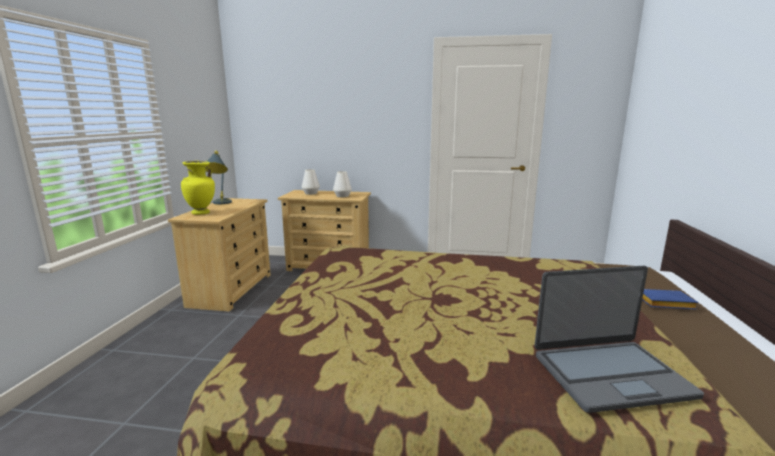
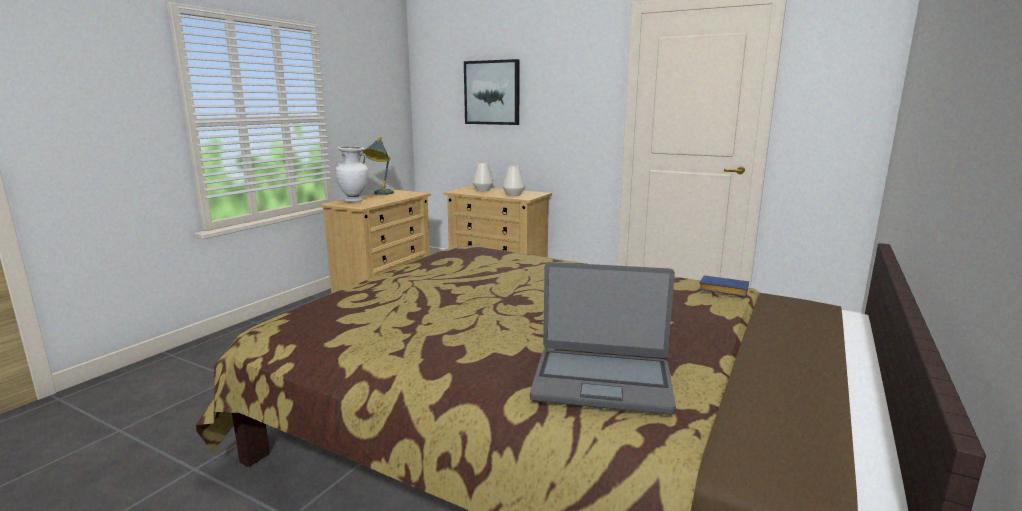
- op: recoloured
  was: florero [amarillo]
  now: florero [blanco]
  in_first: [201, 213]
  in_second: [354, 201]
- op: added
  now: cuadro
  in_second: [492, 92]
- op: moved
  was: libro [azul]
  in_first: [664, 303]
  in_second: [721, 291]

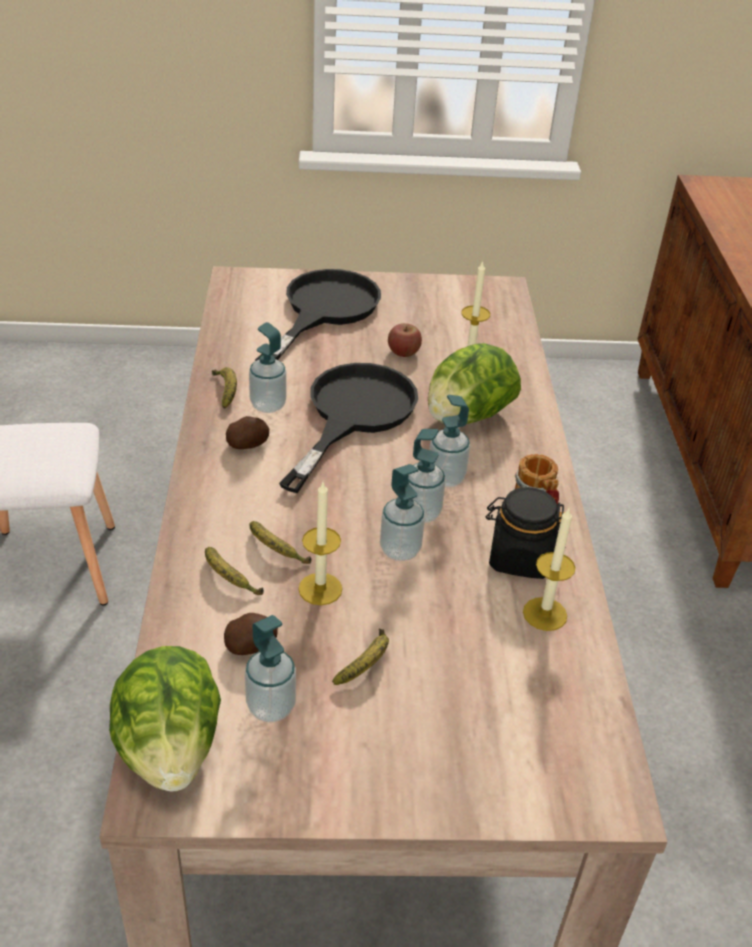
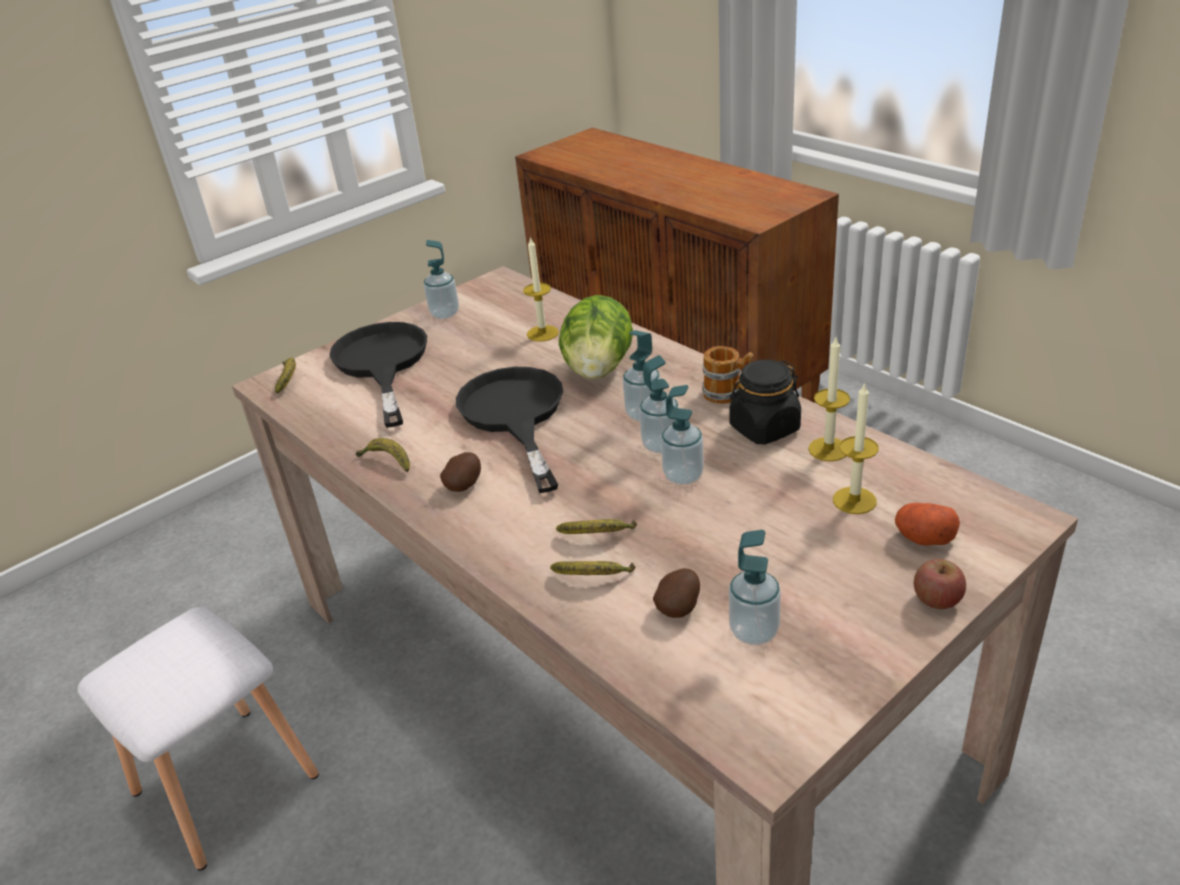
- op: moved
  was: plátano
  in_first: [366, 664]
  in_second: [288, 380]
- op: moved
  was: dispensador de jabón
  in_first: [268, 405]
  in_second: [445, 313]
- op: moved
  was: vela
  in_first: [320, 589]
  in_second: [854, 500]
- op: added
  now: patata
  in_second: [923, 538]
- op: moved
  was: manzana
  in_first: [403, 352]
  in_second: [937, 599]
- op: removed
  was: lechuga
  in_first: [170, 748]

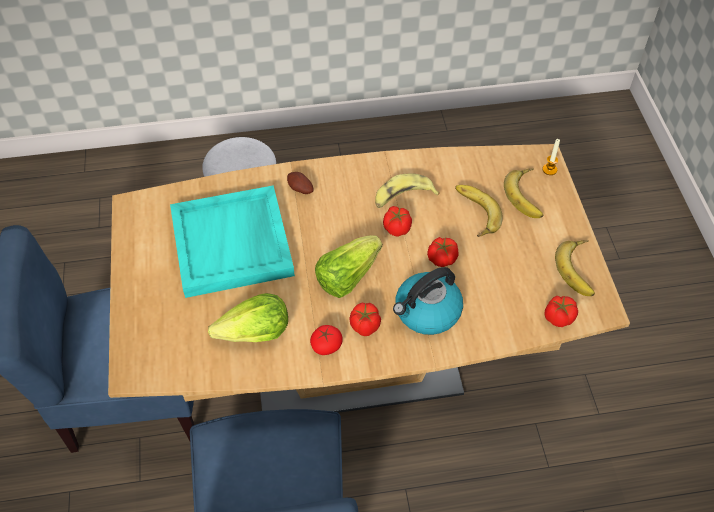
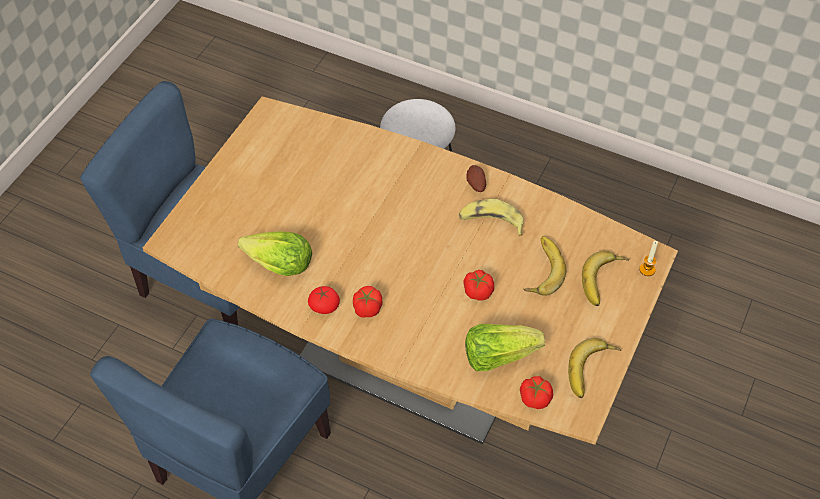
- op: moved
  was: lechuga
  in_first: [347, 276]
  in_second: [498, 355]
- op: moved
  was: patata
  in_first: [300, 189]
  in_second: [475, 184]
- op: removed
  was: bandeja [turquesa]
  in_first: [233, 244]
- op: removed
  was: tomate
  in_first: [397, 228]
- op: removed
  was: hervidor
  in_first: [427, 312]

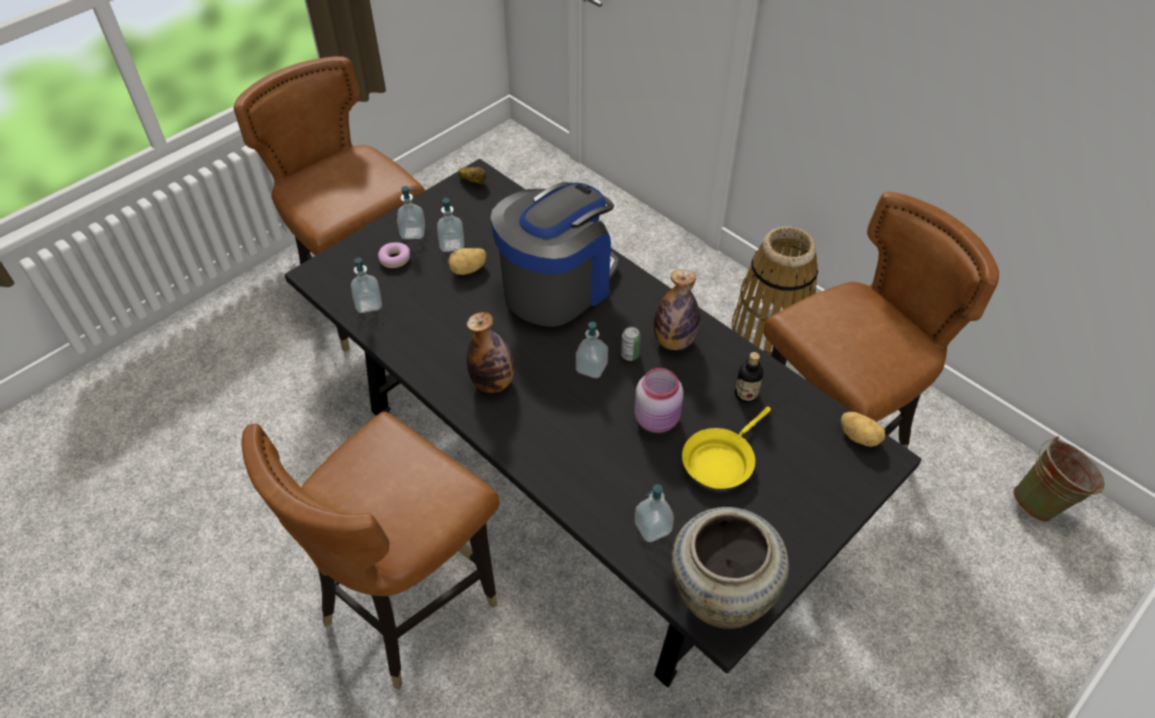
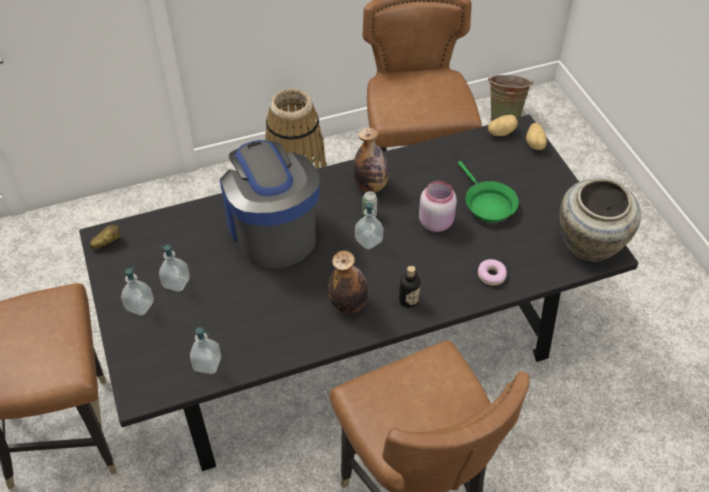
- op: moved
  was: botella
  in_first: [746, 394]
  in_second: [408, 300]
- op: recoloured
  was: sartén [amarillo]
  now: sartén [verde]
  in_first: [720, 461]
  in_second: [487, 204]
- op: moved
  was: rosquilla
  in_first: [395, 259]
  in_second: [491, 275]
- op: moved
  was: patata
  in_first: [468, 270]
  in_second: [535, 144]
- op: removed
  was: dispensador de jabón
  in_first: [652, 528]

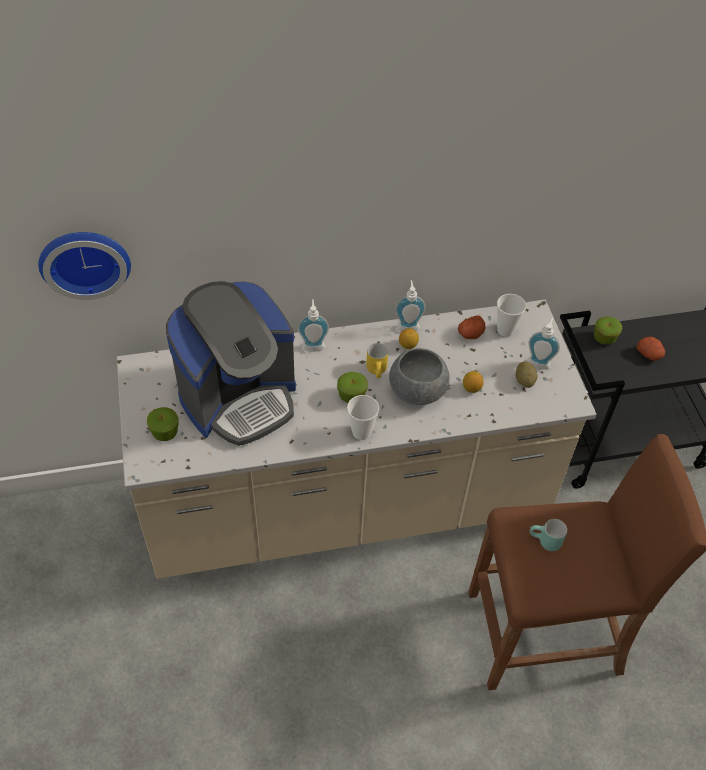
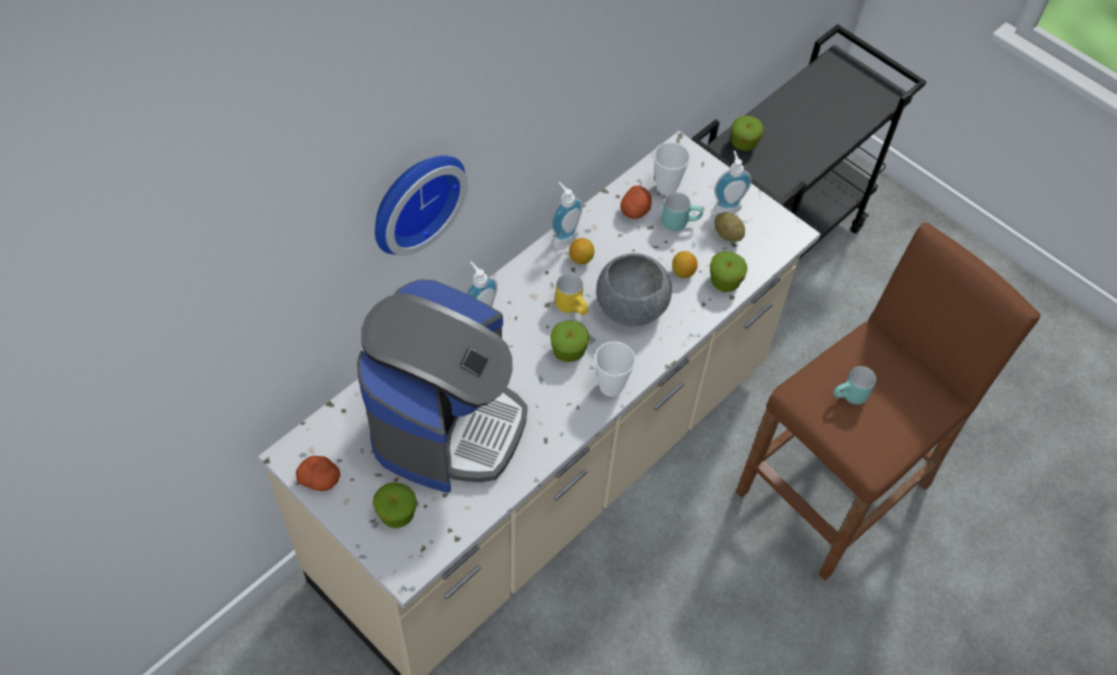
- op: moved
  was: patata
  in_first: [649, 354]
  in_second: [320, 479]
- op: moved
  was: reloj de pared
  in_first: [85, 260]
  in_second: [413, 199]
- op: added
  now: taza grande [turquesa]
  in_second: [680, 221]
- op: added
  now: manzana
  in_second: [725, 281]

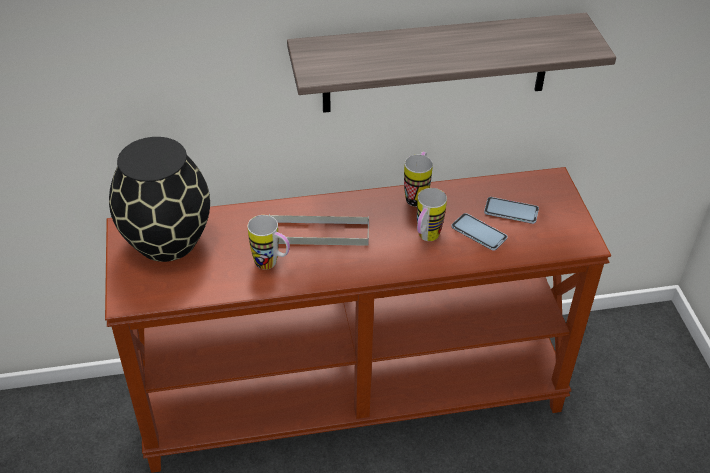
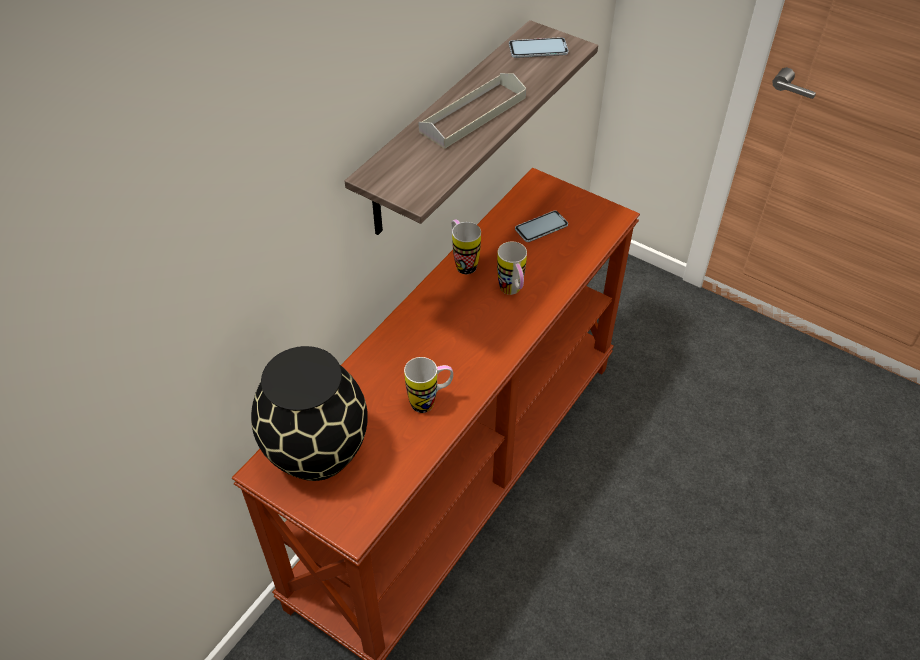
- op: moved
  was: bandeja [gris]
  in_first: [318, 233]
  in_second: [473, 114]
- op: moved
  was: móvil
  in_first: [479, 232]
  in_second: [538, 49]

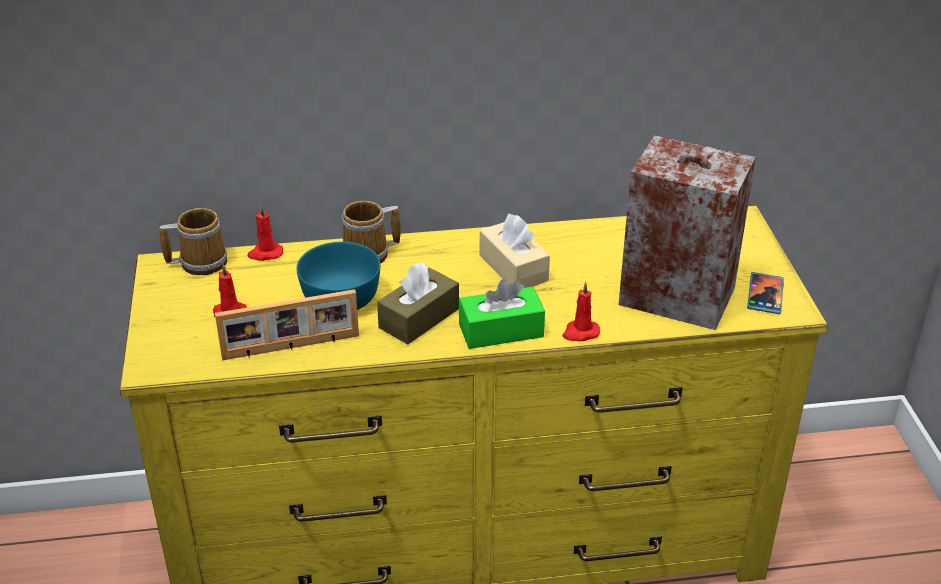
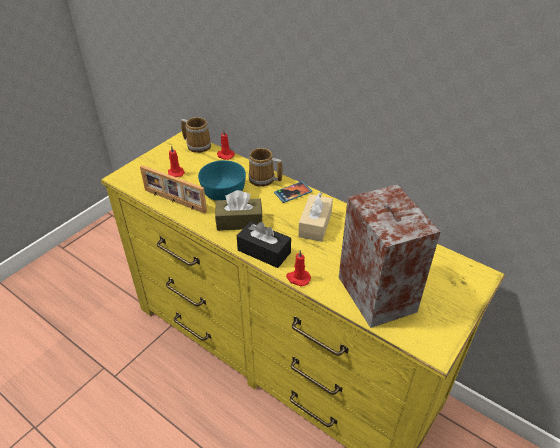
- op: recoloured
  was: caja de pañuelos [verde]
  now: caja de pañuelos [negro]
  in_first: [501, 330]
  in_second: [264, 251]
- op: moved
  was: móvil
  in_first: [765, 295]
  in_second: [293, 193]

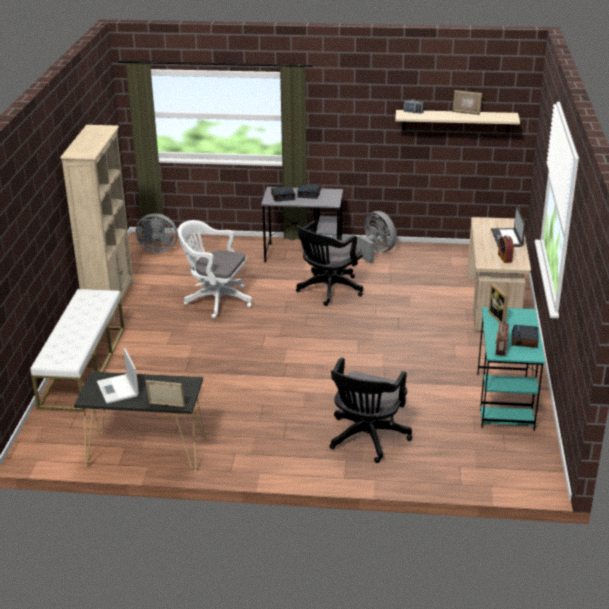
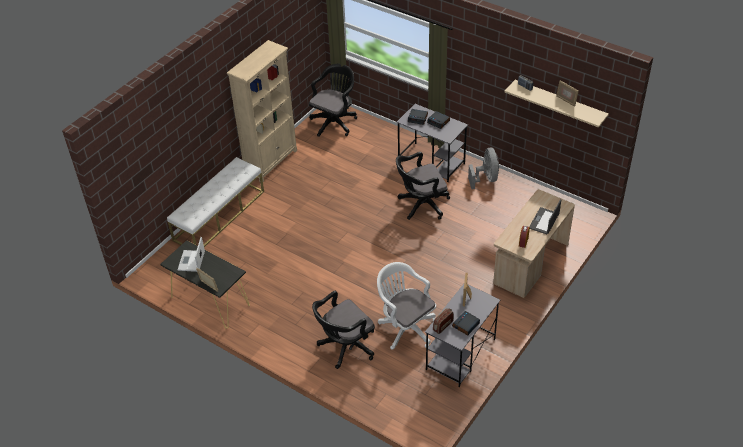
- op: replaced
  was: ventilador [gris]
  now: silla de oficina [negro]
  in_first: [157, 249]
  in_second: [335, 122]
- op: moved
  was: silla de oficina [blanco]
  in_first: [215, 300]
  in_second: [405, 327]
- op: recoloured
  was: escritorio [turquesa]
  now: escritorio [gris]
  in_first: [505, 401]
  in_second: [460, 354]

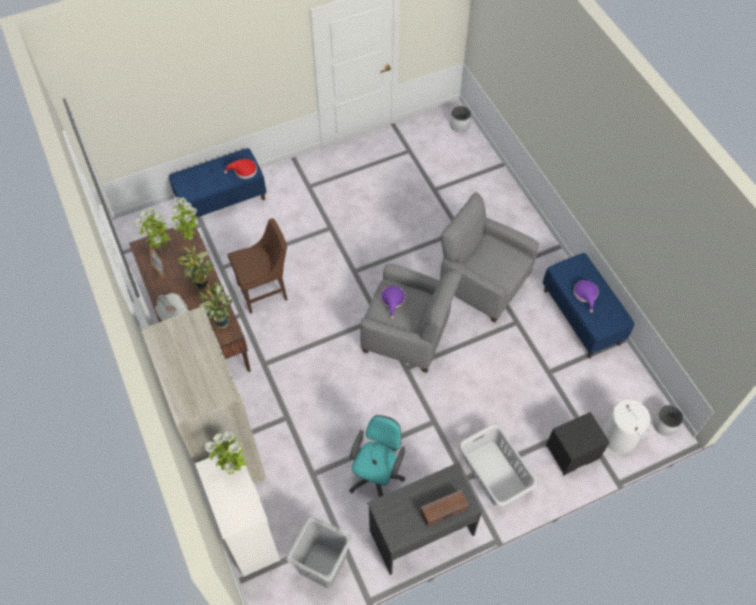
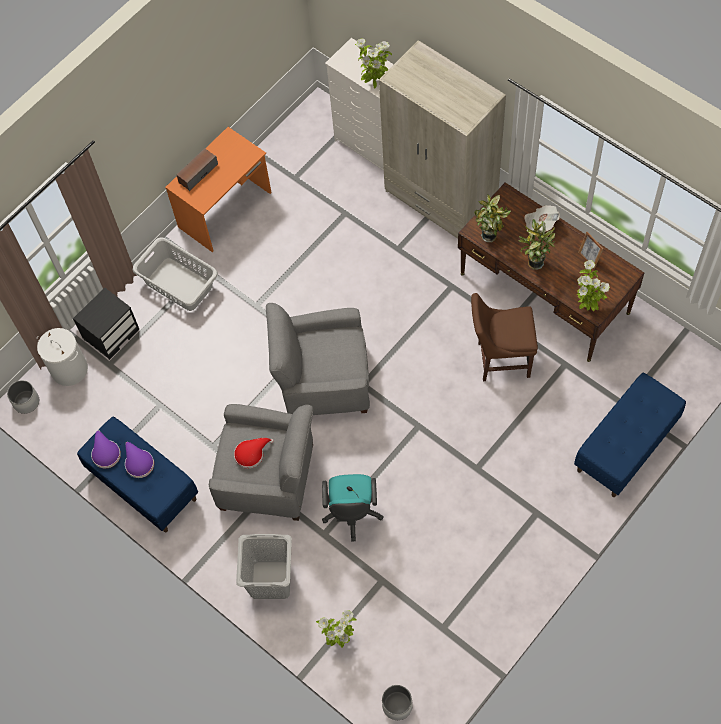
- op: moved
  was: sombrero [morado]
  in_first: [392, 300]
  in_second: [105, 453]
- op: recoloured
  was: escritorio [gris]
  now: escritorio [naranja]
  in_first: [421, 531]
  in_second: [226, 210]
- op: moved
  was: sombrero [rojo]
  in_first: [243, 171]
  in_second: [251, 453]
- op: moved
  was: cesto de la ropa [gris]
  in_first: [323, 564]
  in_second: [270, 580]
- op: moved
  was: planta en maceta
  in_first: [161, 247]
  in_second: [340, 639]
- op: moved
  was: silla de oficina [turquesa]
  in_first: [377, 474]
  in_second: [352, 514]
- op: turned
  was: silla [marrón]
  in_first: [265, 291]
  in_second: [500, 359]
  clockwise: 45

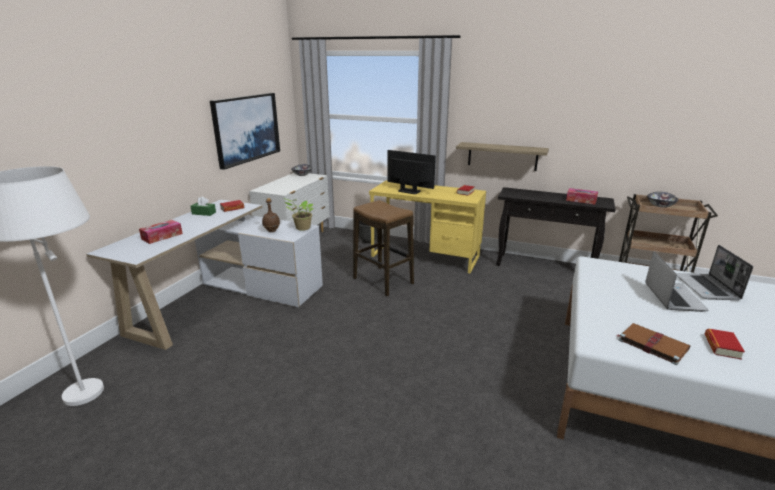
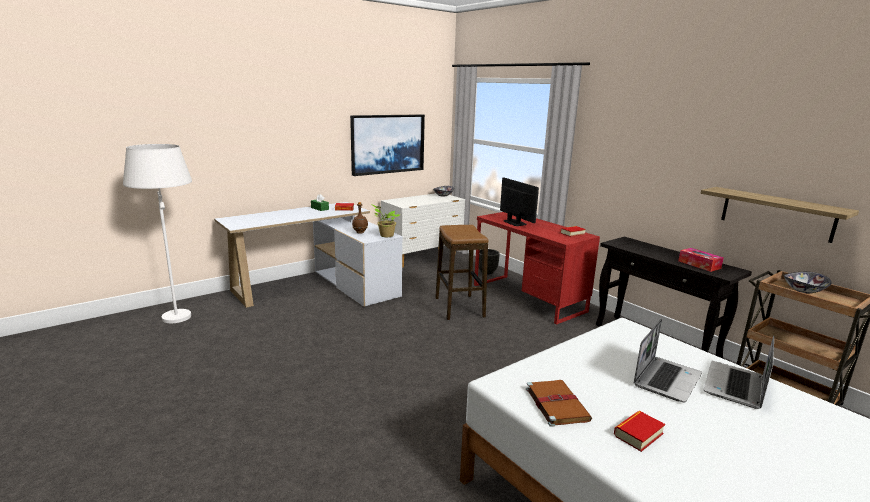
- op: recoloured
  was: escritorio [amarillo]
  now: escritorio [rojo]
  in_first: [425, 256]
  in_second: [528, 298]
- op: moved
  was: estante
  in_first: [502, 156]
  in_second: [776, 214]
- op: removed
  was: caja de pañuelos
  in_first: [162, 236]

